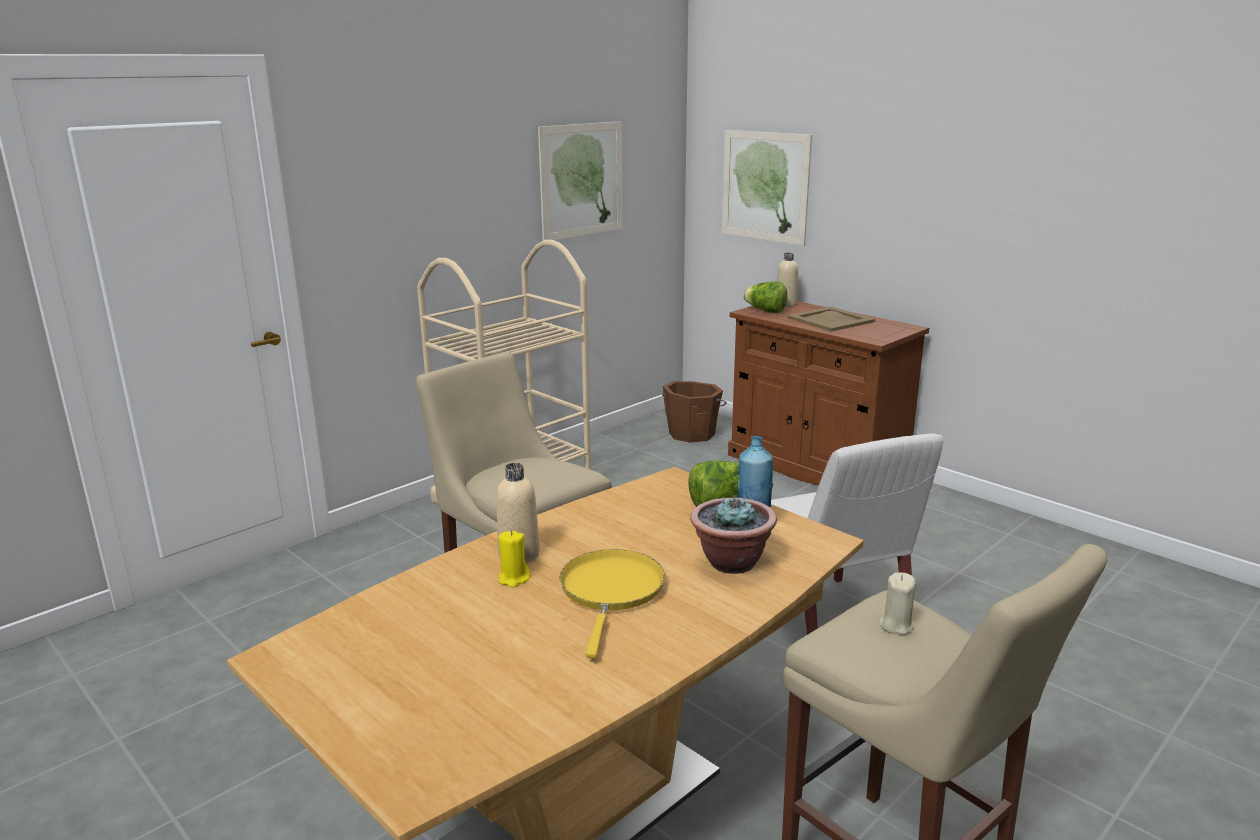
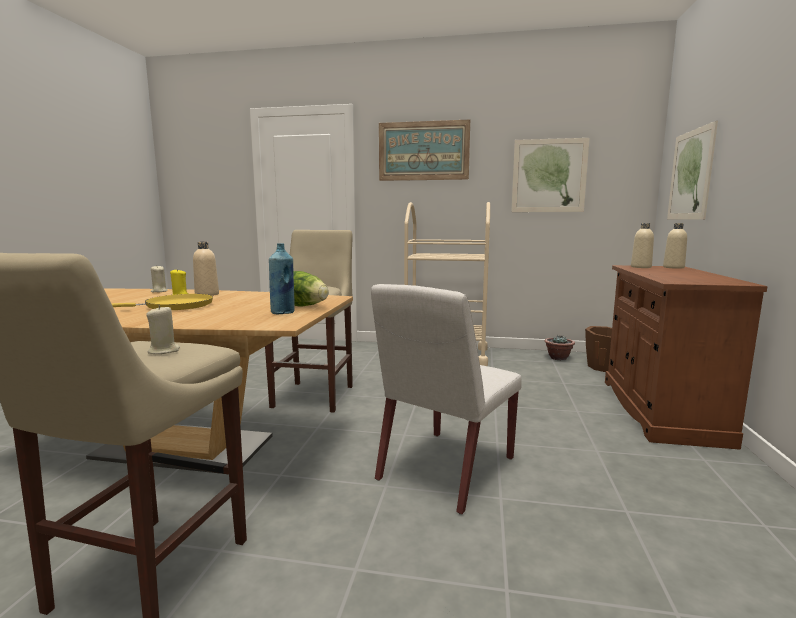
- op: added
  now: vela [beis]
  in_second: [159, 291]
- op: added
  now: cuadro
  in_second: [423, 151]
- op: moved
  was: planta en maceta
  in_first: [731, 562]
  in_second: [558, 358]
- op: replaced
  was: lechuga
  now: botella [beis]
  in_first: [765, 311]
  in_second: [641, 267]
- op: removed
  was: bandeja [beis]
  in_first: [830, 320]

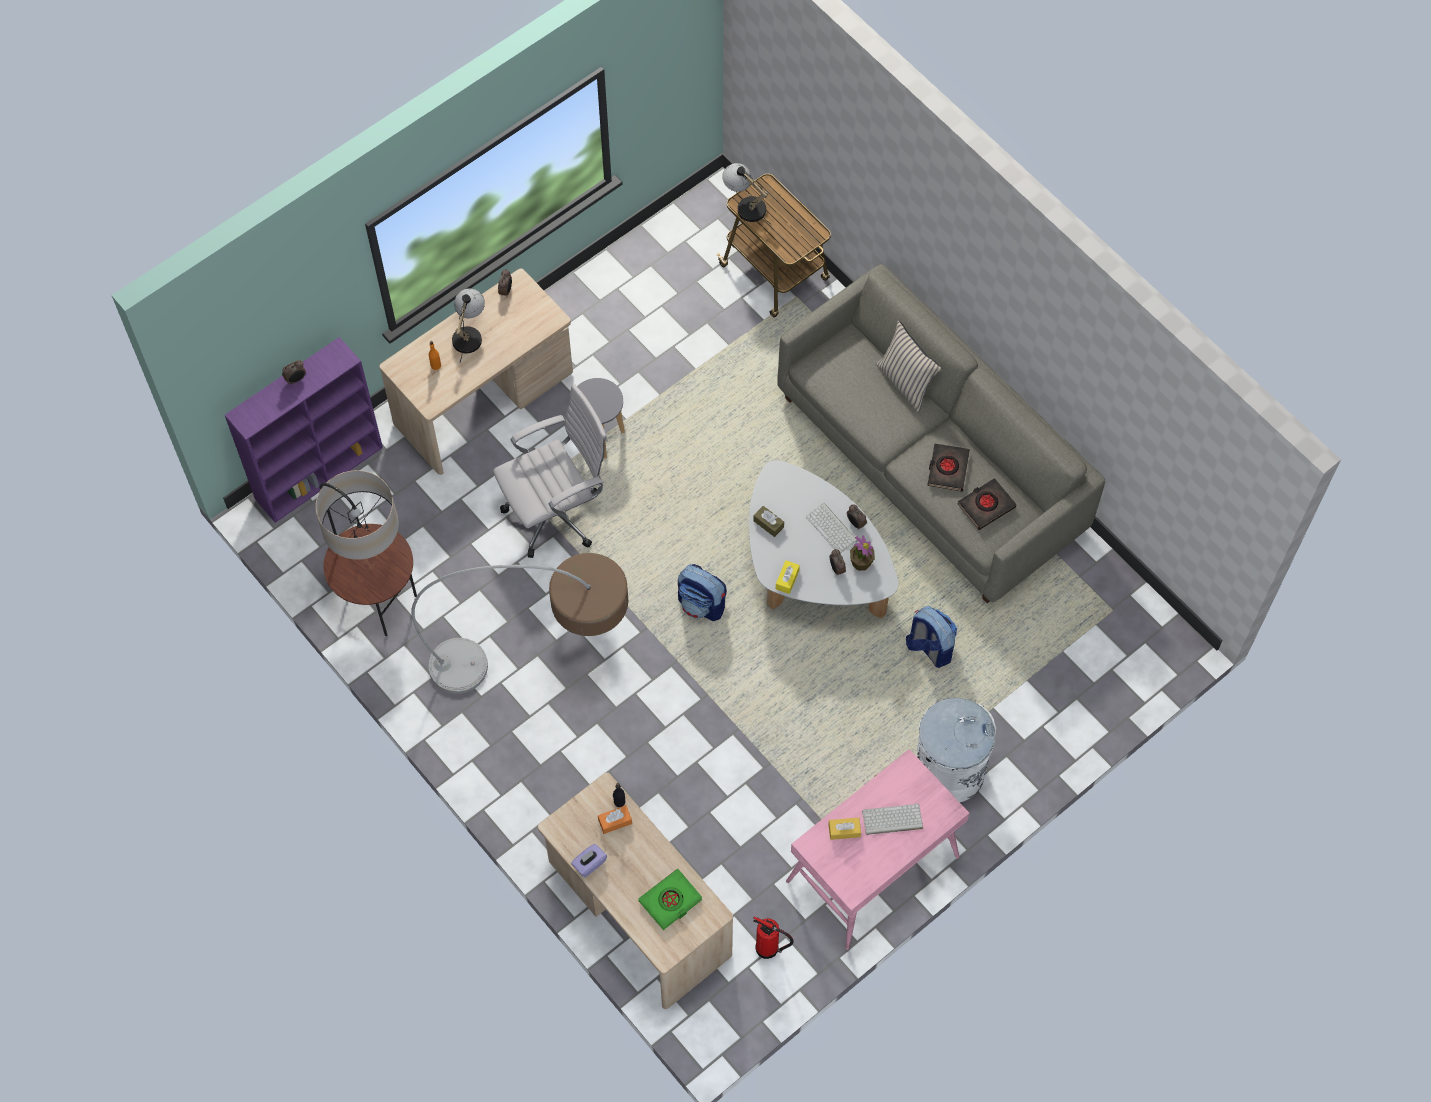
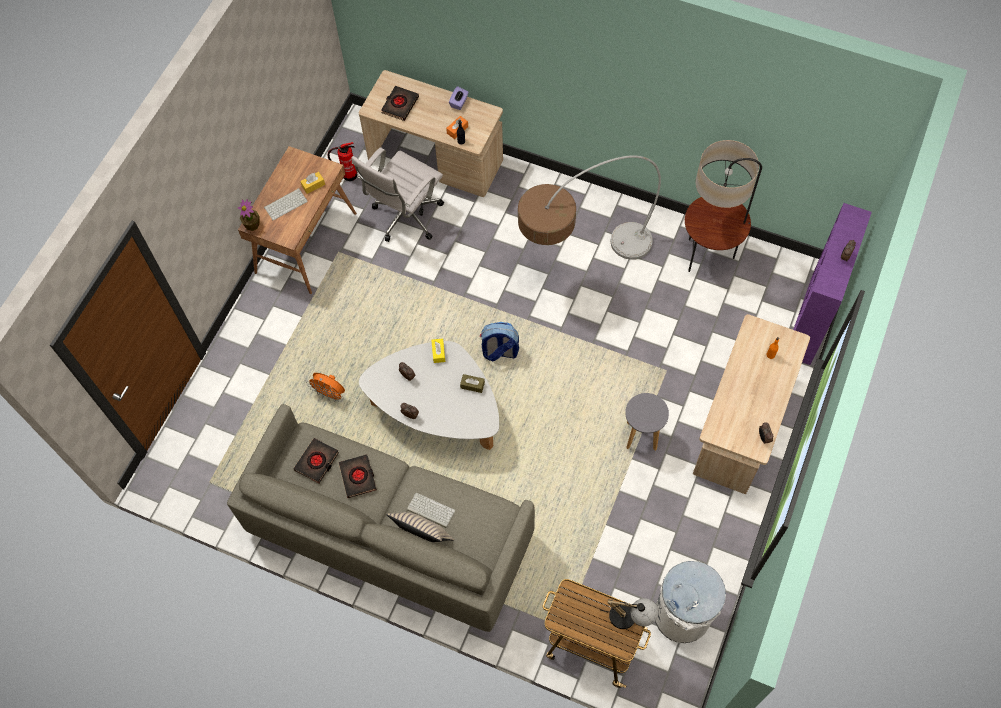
- op: recoloured
  was: escritorio [rosa]
  now: escritorio [marrón]
  in_first: [872, 870]
  in_second: [306, 242]
- op: moved
  was: planta en maceta
  in_first: [861, 562]
  in_second: [252, 225]
- op: replaced
  was: mochila
  now: ventilador [naranja]
  in_first: [929, 648]
  in_second: [330, 394]
- op: moved
  was: silla de oficina [blanco]
  in_first: [558, 513]
  in_second: [405, 218]
- op: recoloured
  was: libro [verde]
  now: libro [negro]
  in_first: [670, 901]
  in_second: [400, 105]
- op: moved
  was: teclado
  in_first: [832, 529]
  in_second: [430, 510]
- op: moved
  was: papelera [blanco]
  in_first: [948, 771]
  in_second: [682, 615]
- op: removed
  was: lámpara de mesa
  in_first: [469, 333]

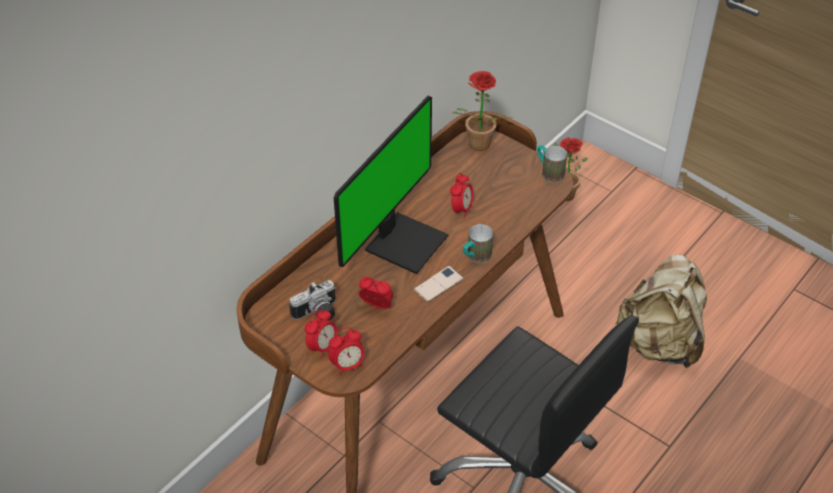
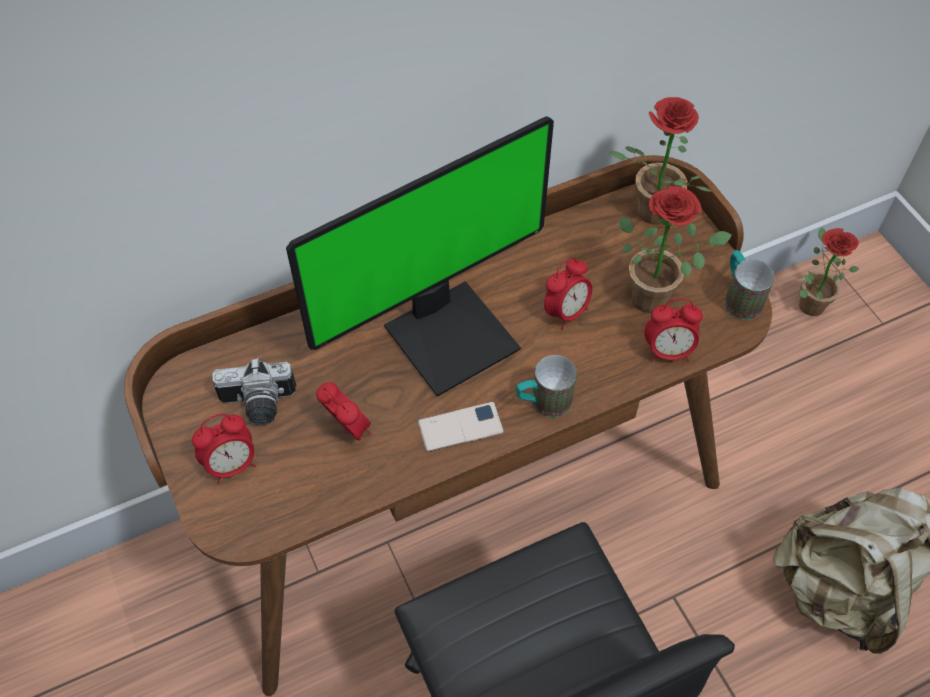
- op: added
  now: planta en maceta
  in_second: [657, 296]
- op: moved
  was: despertador
  in_first: [348, 365]
  in_second: [668, 351]

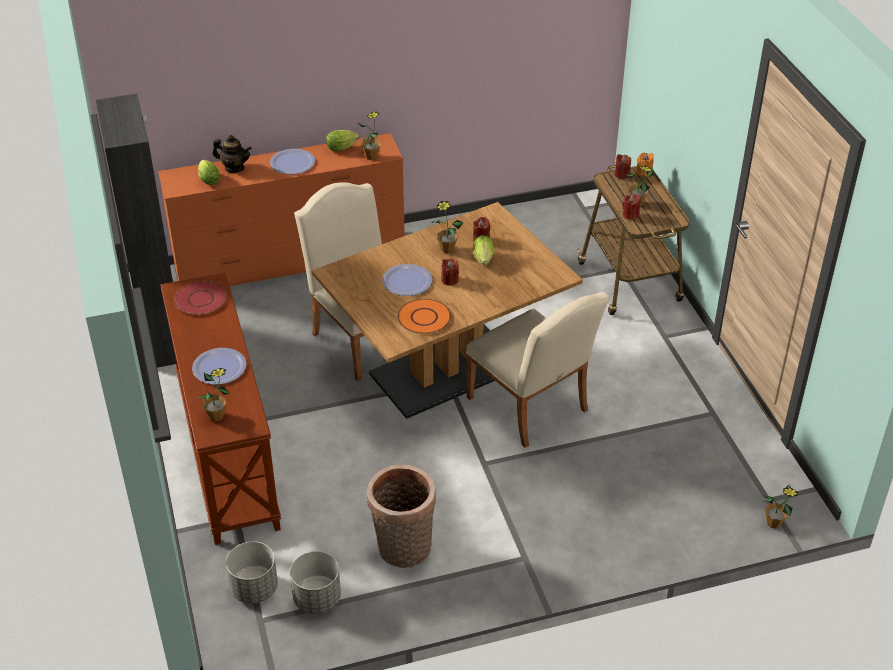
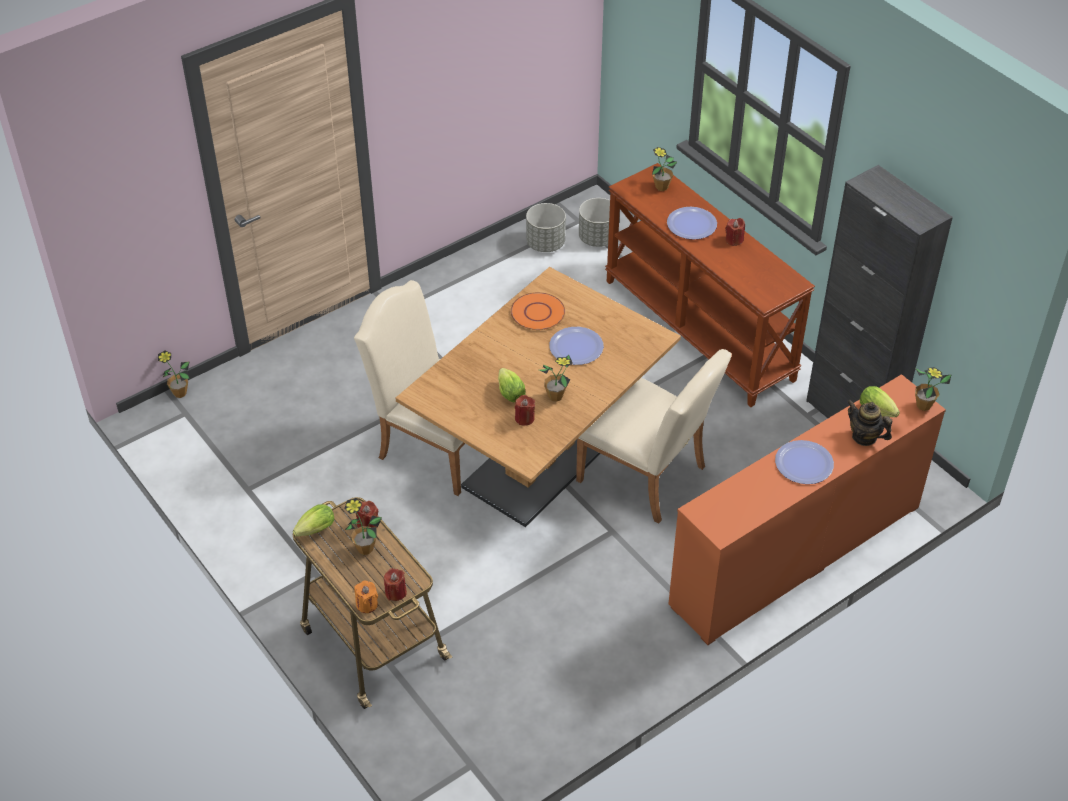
- op: moved
  was: lechuga
  in_first: [343, 148]
  in_second: [314, 531]
- op: moved
  was: vela [rojo]
  in_first: [449, 280]
  in_second: [734, 240]
- op: turned
  was: tetera
  in_first: [234, 168]
  in_second: [864, 437]
  clockwise: 45
- op: moved
  was: planta en maceta
  in_first: [371, 157]
  in_second: [923, 405]
- op: removed
  was: plato [rojo]
  in_first: [200, 299]
- op: removed
  was: cesta
  in_first: [403, 551]

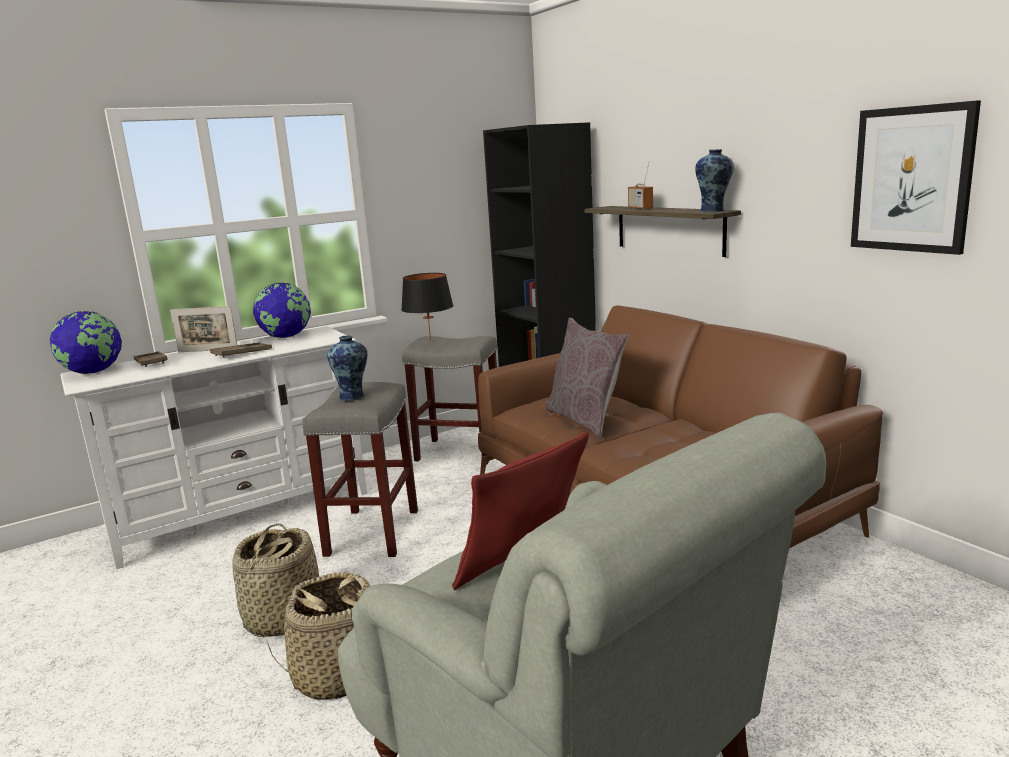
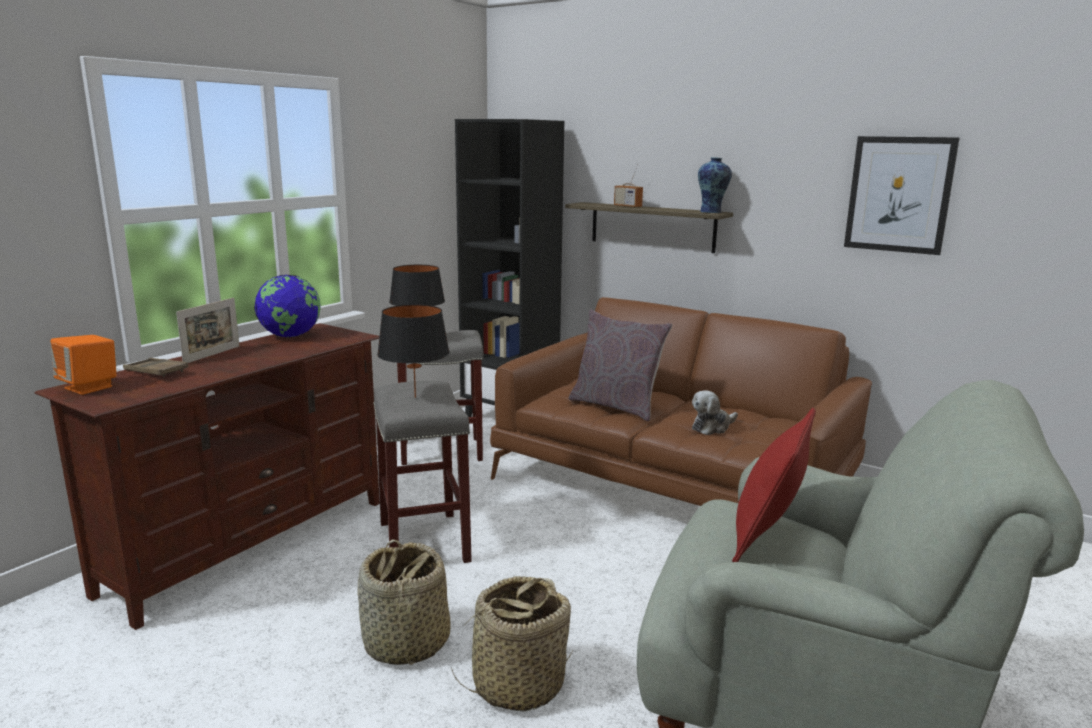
- op: recoloured
  was: mueble de televisión [blanco]
  now: mueble de televisión [marrón]
  in_first: [243, 515]
  in_second: [250, 544]
- op: replaced
  was: globo terráqueo
  now: altavoz [naranja]
  in_first: [93, 372]
  in_second: [89, 387]
- op: turned
  was: portarretratos
  in_first: [208, 350]
  in_second: [212, 355]
  clockwise: -45
- op: replaced
  was: florero
  now: lámpara de mesa [negro]
  in_first: [353, 396]
  in_second: [415, 397]
- op: added
  now: peluche
  in_second: [712, 427]
- op: removed
  was: bandeja [marrón]
  in_first: [242, 353]

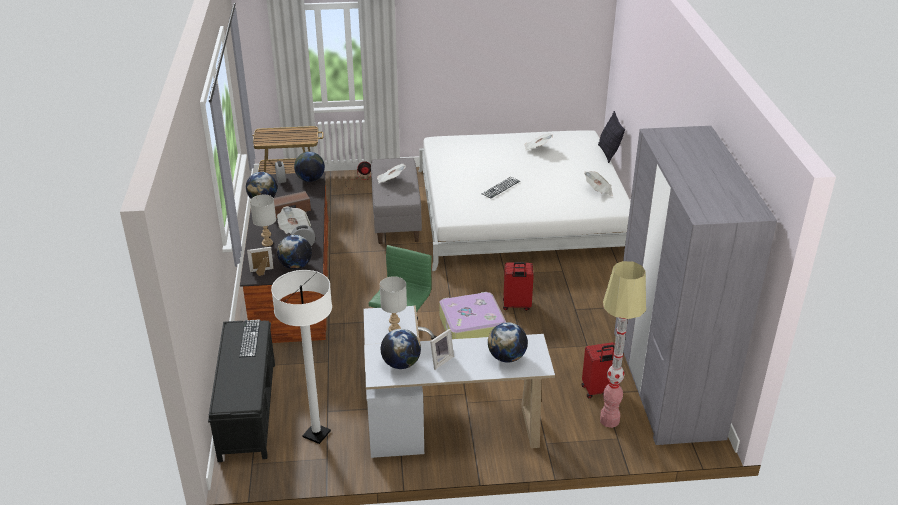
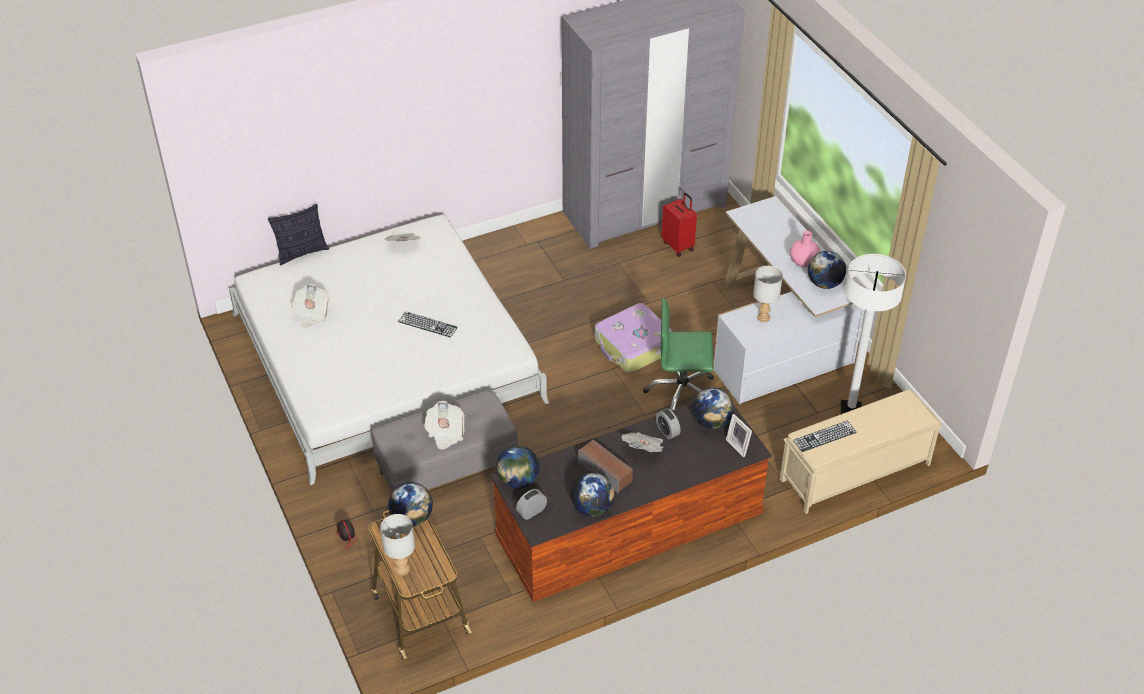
- op: moved
  was: lámpara de mesa [gris]
  in_first: [267, 243]
  in_second: [402, 569]
- op: moved
  was: globo terráqueo
  in_first: [507, 357]
  in_second: [412, 518]
- op: recoloured
  was: banco [negro]
  now: banco [beis]
  in_first: [248, 409]
  in_second: [854, 472]
- op: replaced
  was: portarretratos
  now: florero [rosa]
  in_first: [440, 360]
  in_second: [803, 262]
- op: removed
  was: maleta [rojo]
  in_first: [516, 305]
- op: removed
  was: lámpara de pie
  in_first: [609, 420]

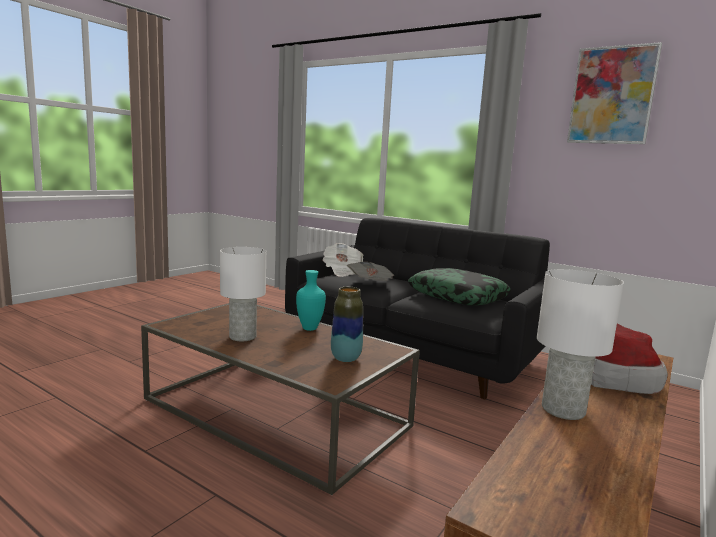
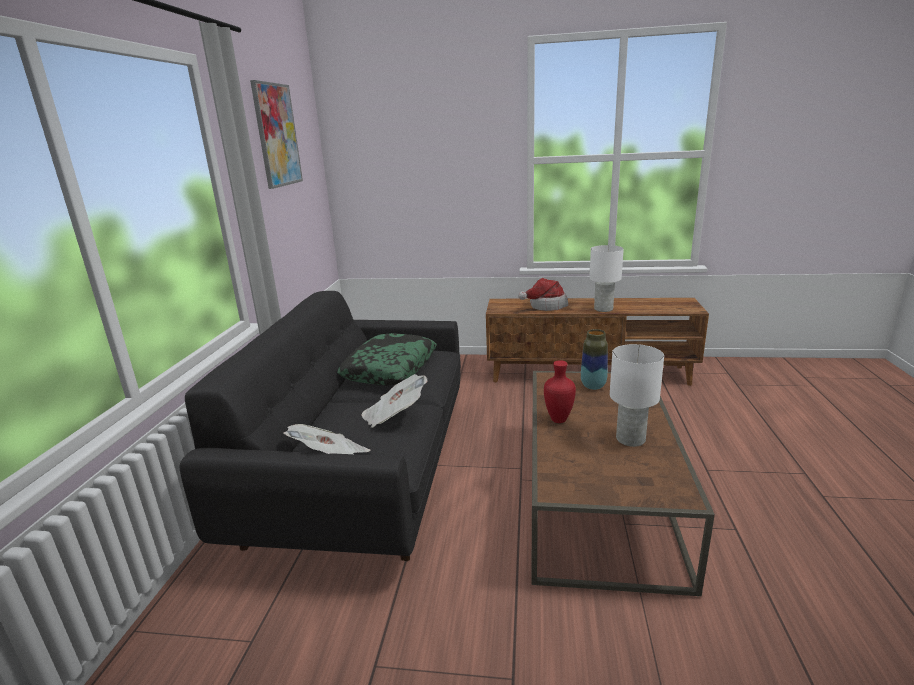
- op: recoloured
  was: florero [turquesa]
  now: florero [rojo]
  in_first: [309, 328]
  in_second: [557, 420]

